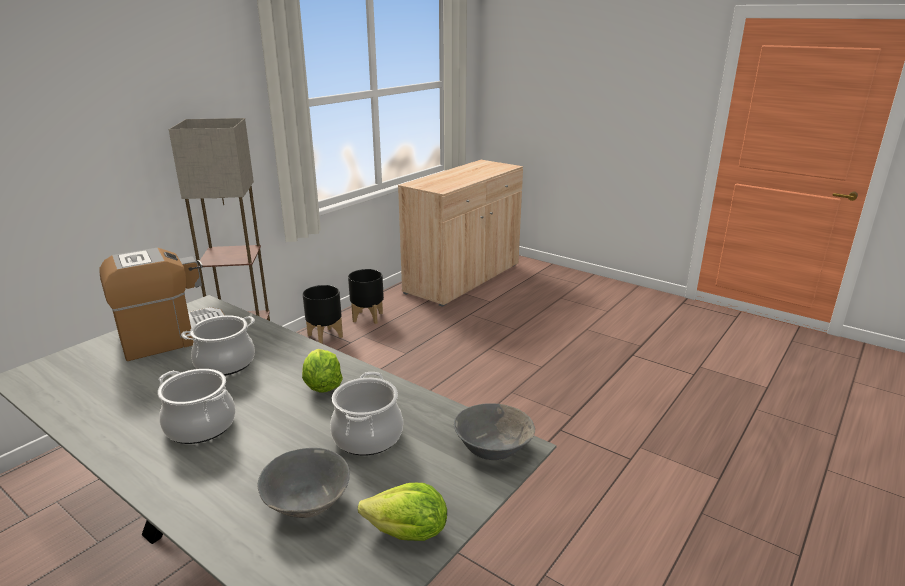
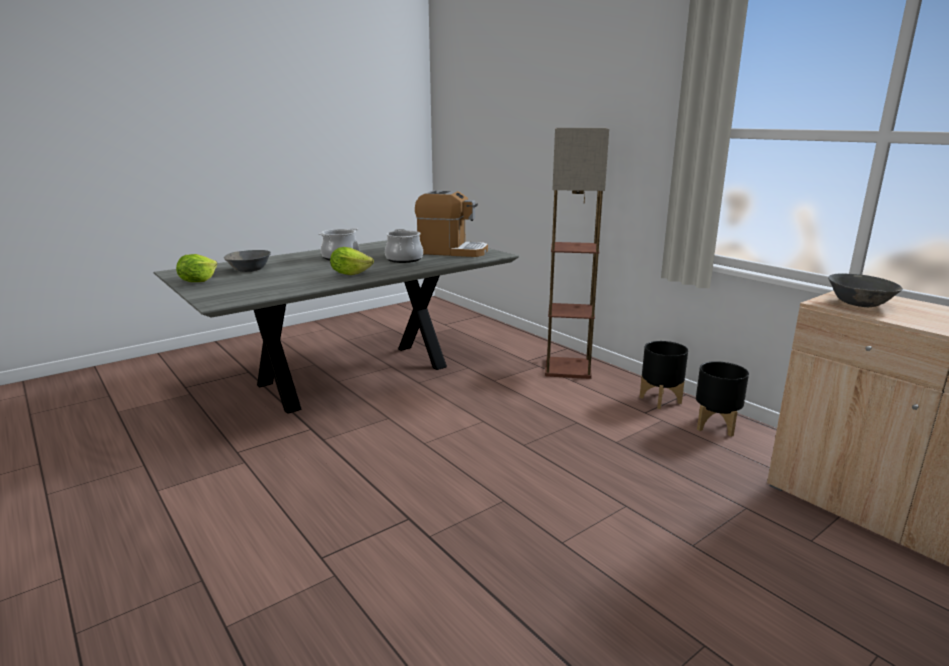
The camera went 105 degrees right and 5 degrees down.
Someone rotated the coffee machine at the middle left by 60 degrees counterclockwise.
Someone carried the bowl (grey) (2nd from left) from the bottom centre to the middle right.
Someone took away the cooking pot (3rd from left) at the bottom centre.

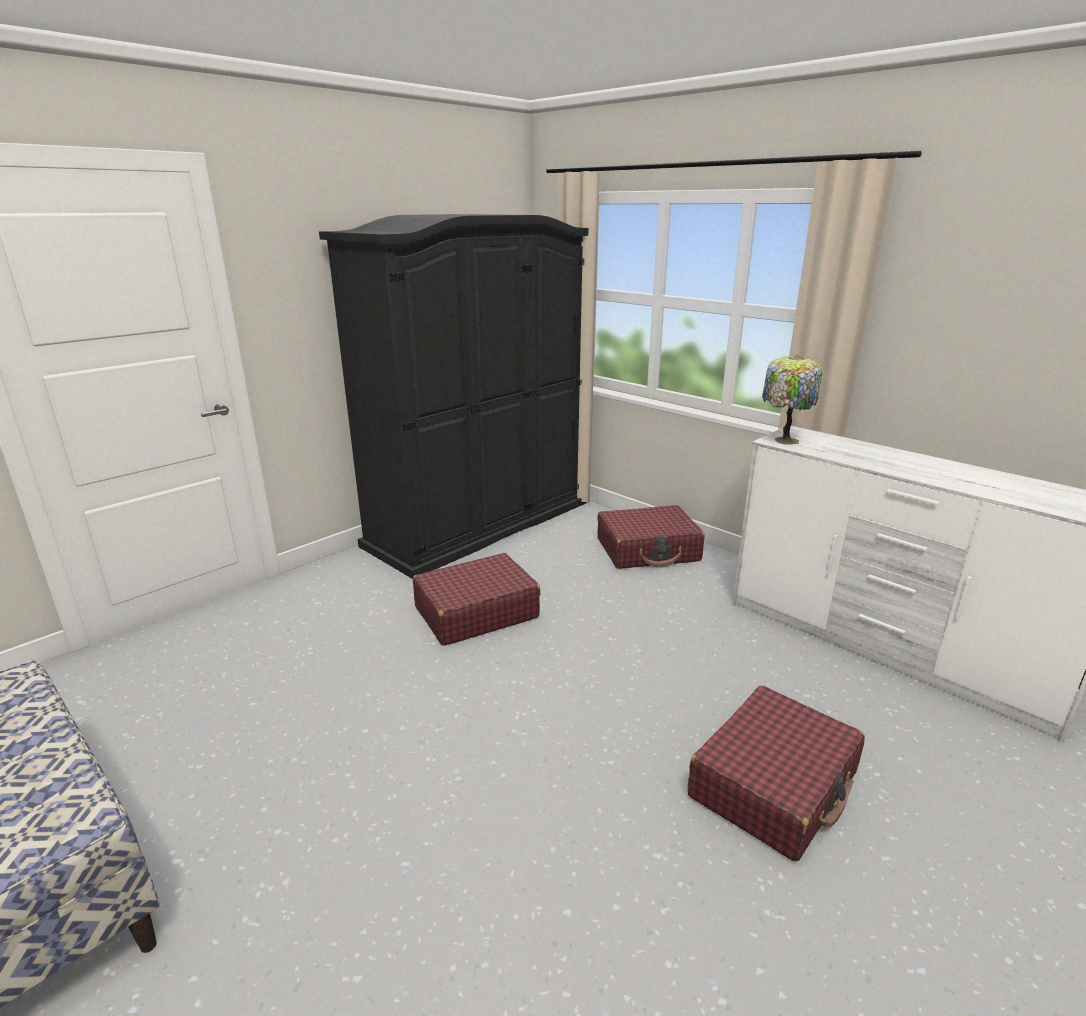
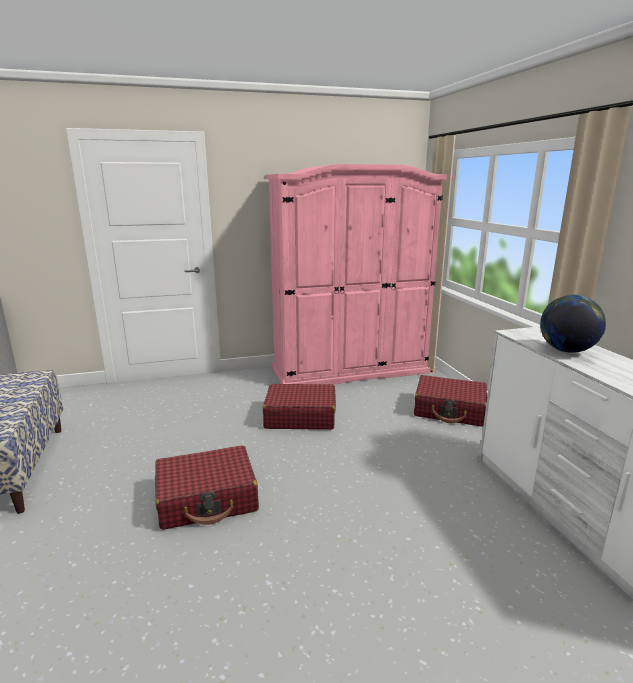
The camera went 30 degrees right and 5 degrees down.
Someone carried the suitcase (red) (3rd from left in the first image) from the bottom right to the bottom left.
Someone repainted the wardrobe (black) at the centre, which became the wardrobe (pink) at the centre.
Someone put down the globe at the middle right.
Someone took away the table lamp at the middle right.

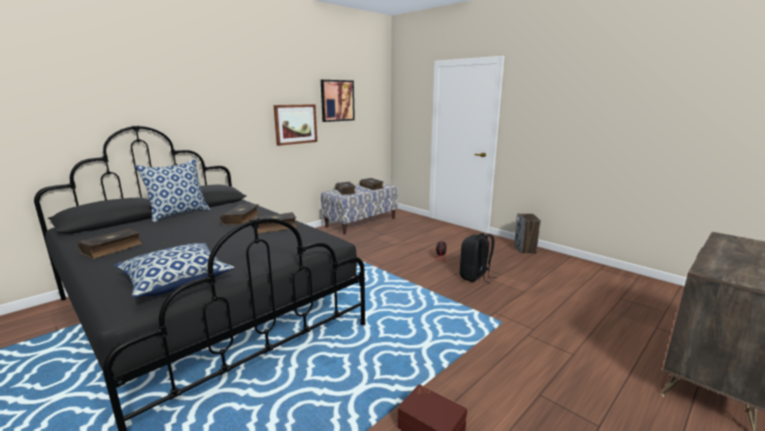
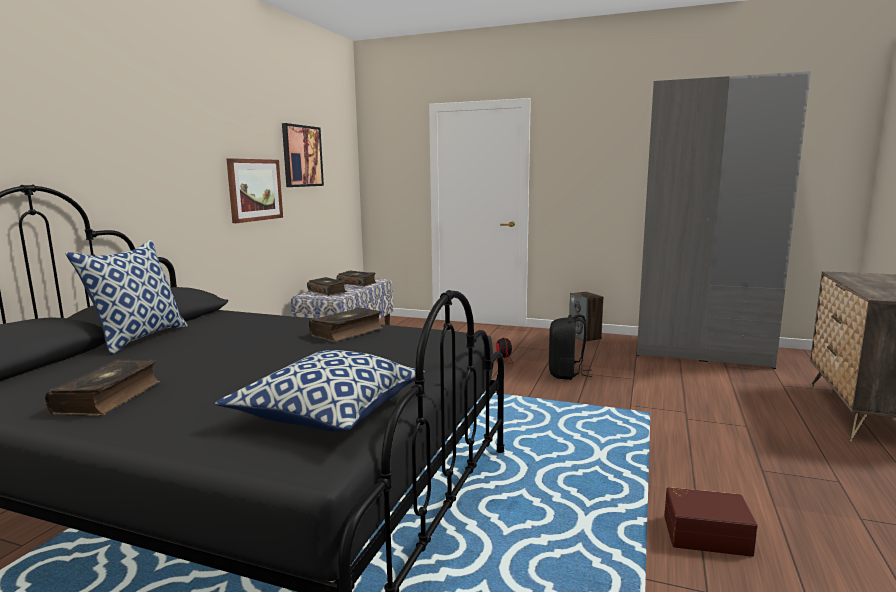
The camera went 25 degrees left and 5 degrees down.
Someone put down the wardrobe (grey) at the middle right.
Someone took away the book (2nd from left) at the middle left.

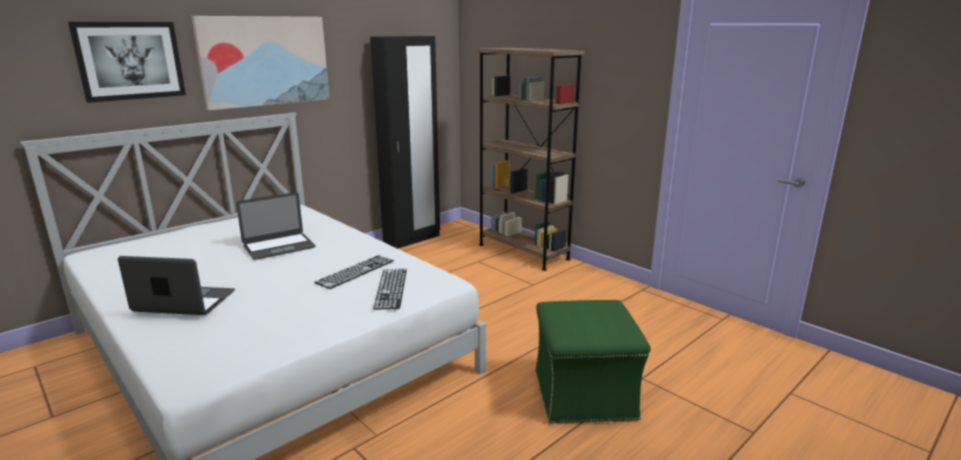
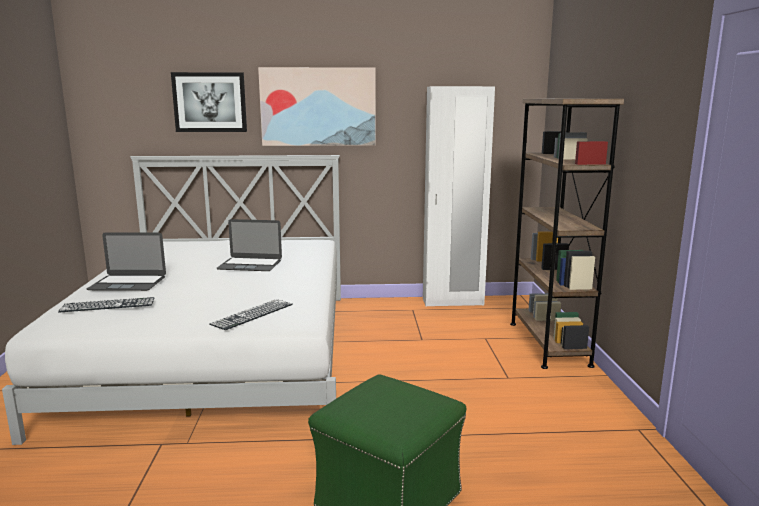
The camera went 40 degrees right and 5 degrees down.
Someone carried the keyboard (1st from left) from the centre to the middle left.
Someone rotated the laptop (1st from left) at the middle left by 135 degrees clockwise.
Someone repainted the wardrobe (black) at the top centre, which became the wardrobe (white) at the centre.

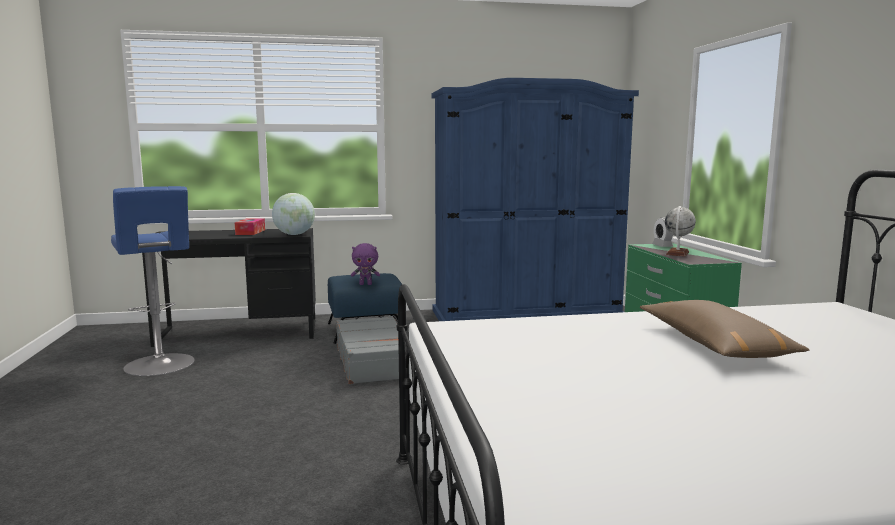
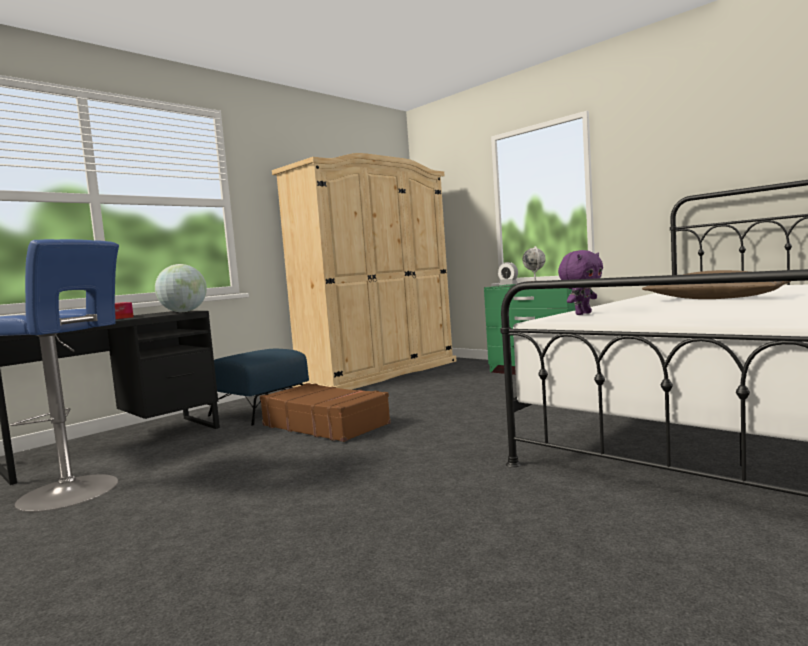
The camera went 35 degrees left and 5 degrees down.
Someone repainted the suitcase (grey) at the bottom centre, which became the suitcase (brown) at the centre.
Someone repainted the wardrobe (blue) at the centre, which became the wardrobe (beige) at the centre.
Someone carried the plush toy (purple) from the centre to the middle right.

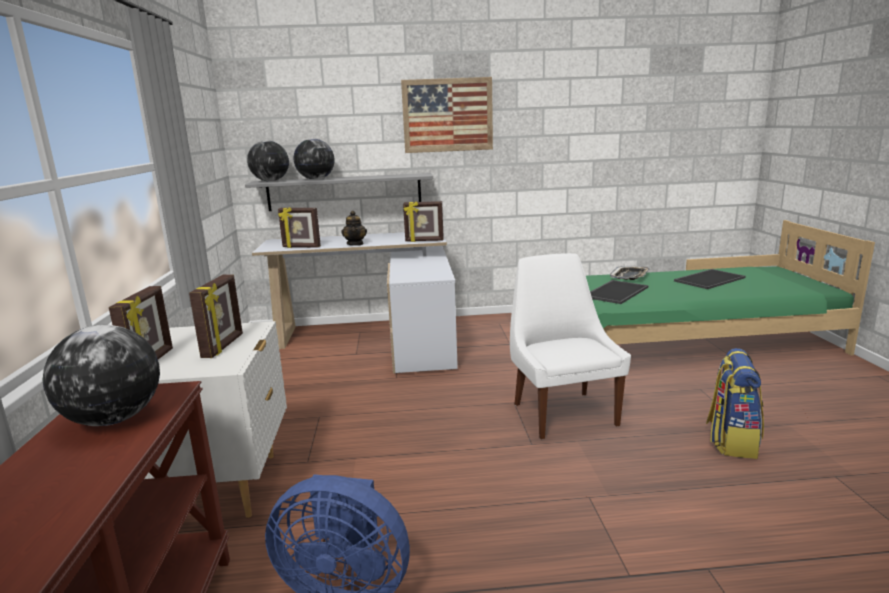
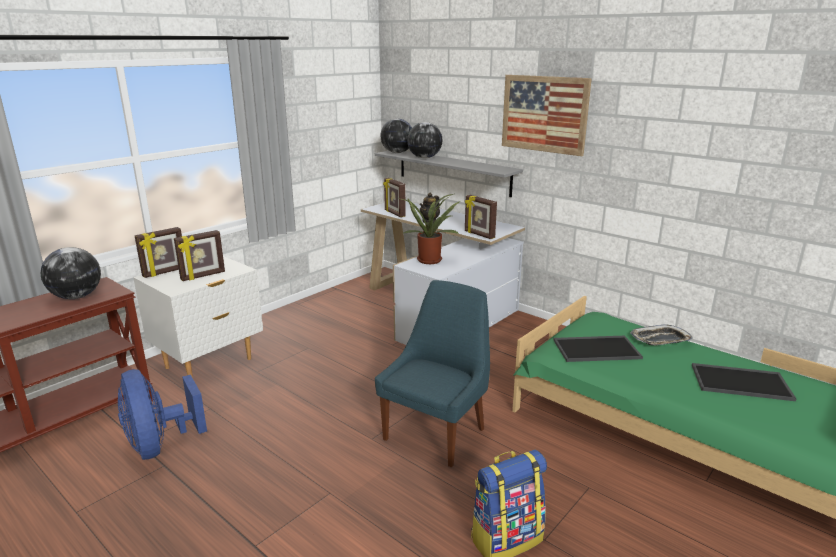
The camera went 45 degrees right and 5 degrees up.
Someone repainted the chair (white) at the centre, which became the chair (blue) at the bottom centre.
Someone put down the potted plant at the centre.

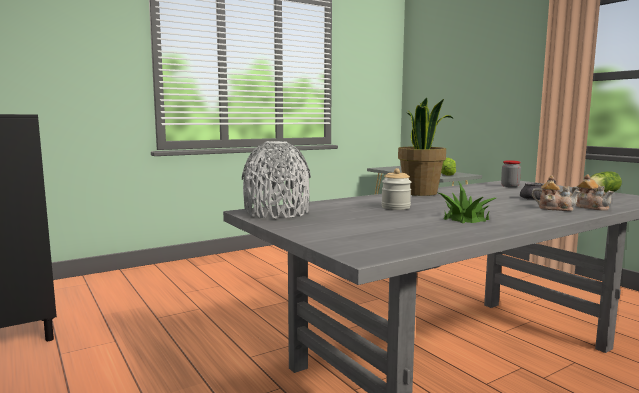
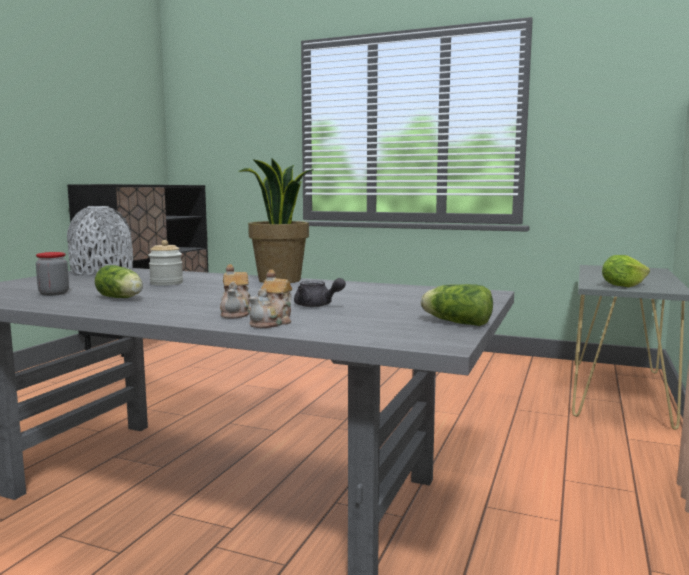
The camera went 55 degrees right and 0 degrees up.
Someone carried the jar (2nd from left in the first image) from the middle right to the middle left.
Someone swapped the potted plant (2nd from left) at the middle right for the lettuce (1st from left) at the middle left.

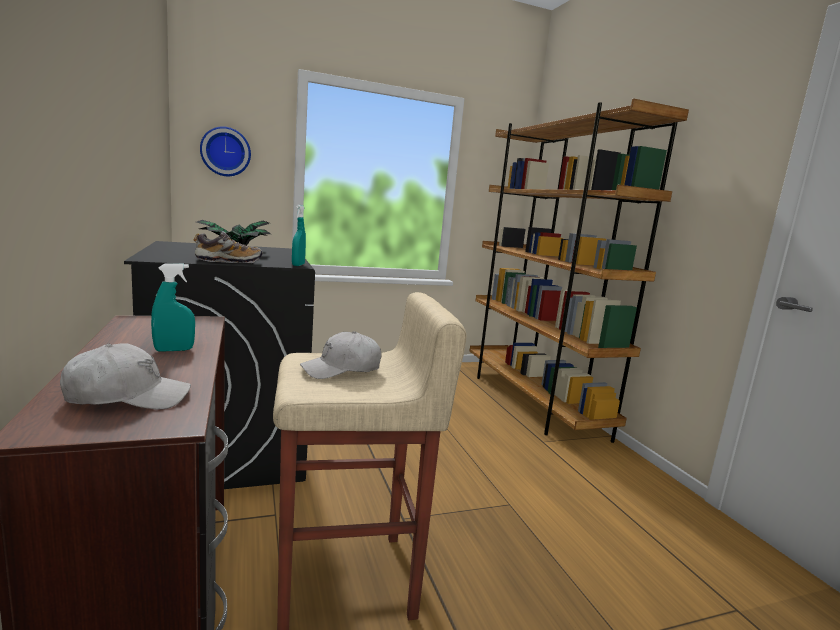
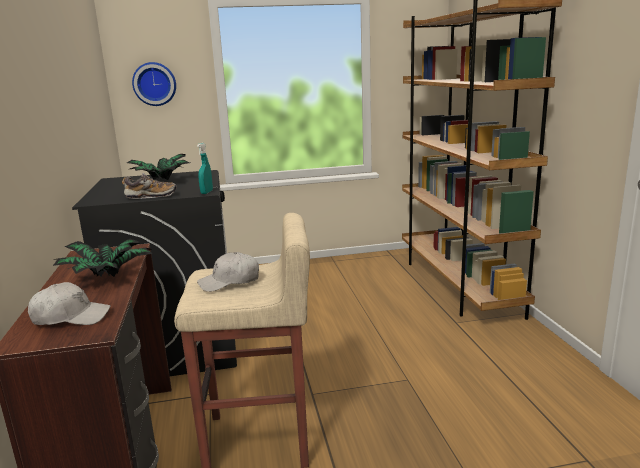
The camera went 10 degrees right and 5 degrees up.
Someone swapped the spray bottle (turquoise) (1st from left) at the middle left for the potted plant (1st from left) at the middle left.

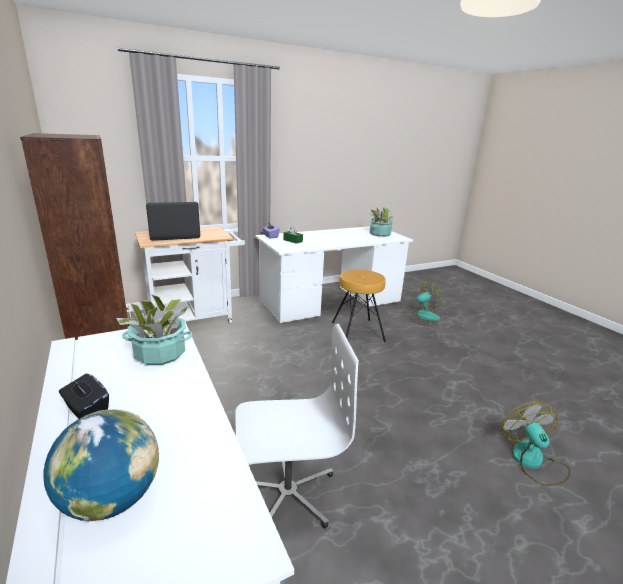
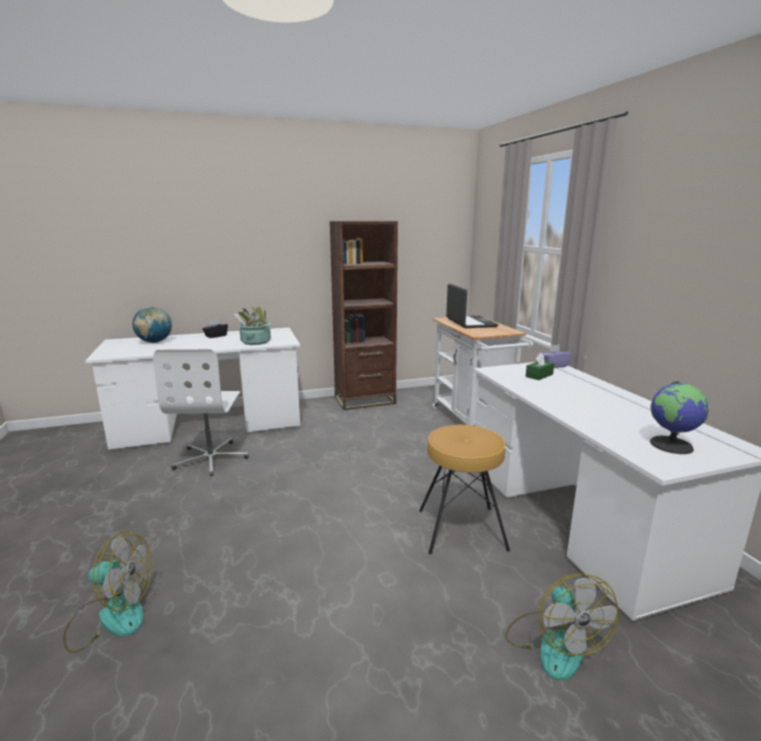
The camera went 100 degrees right and 5 degrees down.
Someone swapped the potted plant (2nd from left) at the centre for the globe (2nd from left) at the middle right.

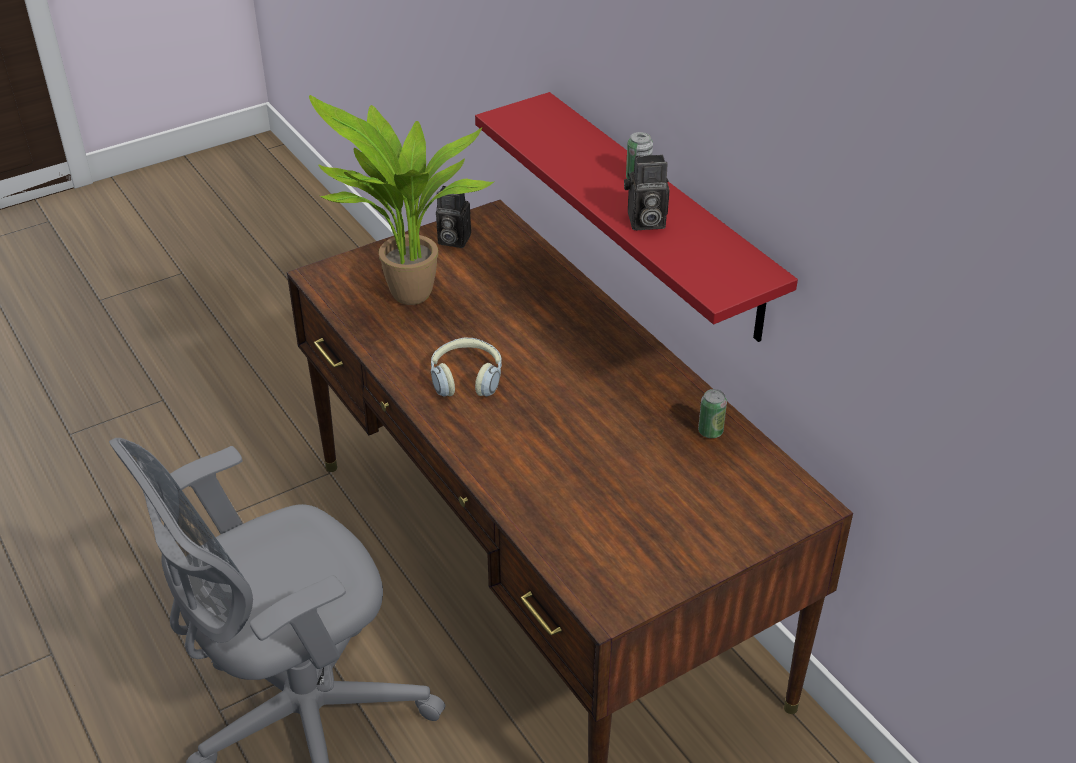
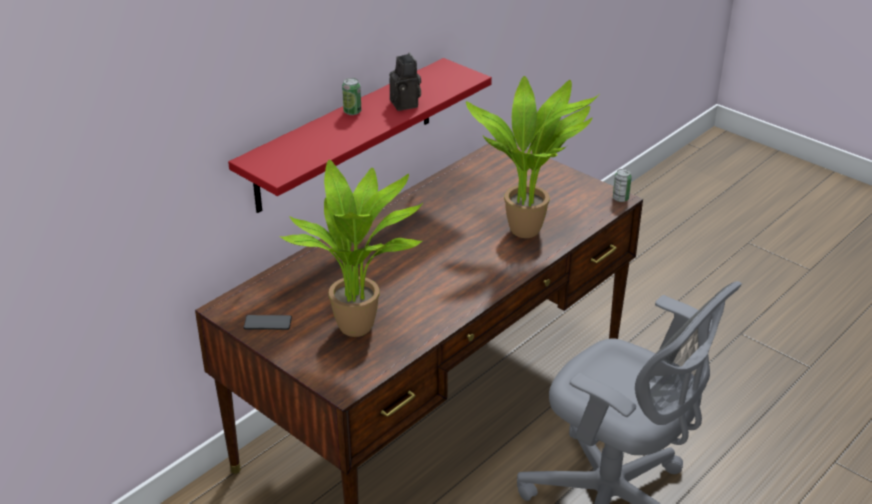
The camera went 105 degrees left and 5 degrees down.
Someone swapped the photo camera (1st from left) at the top centre for the phone at the middle left.
Someone put down the potted plant (2nd from left) at the top centre.
Someone carried the can (2nd from left) from the centre to the middle right.
Someone took away the headphones at the centre.

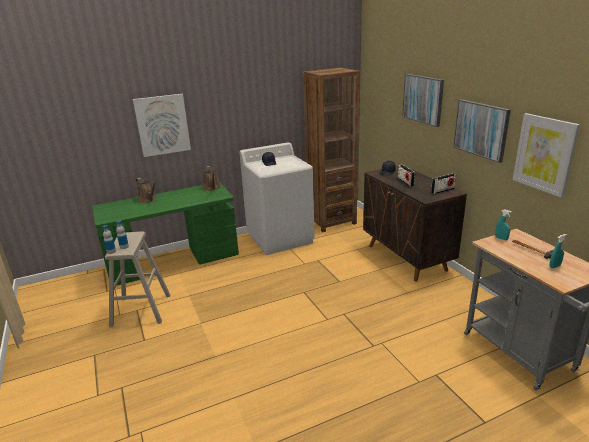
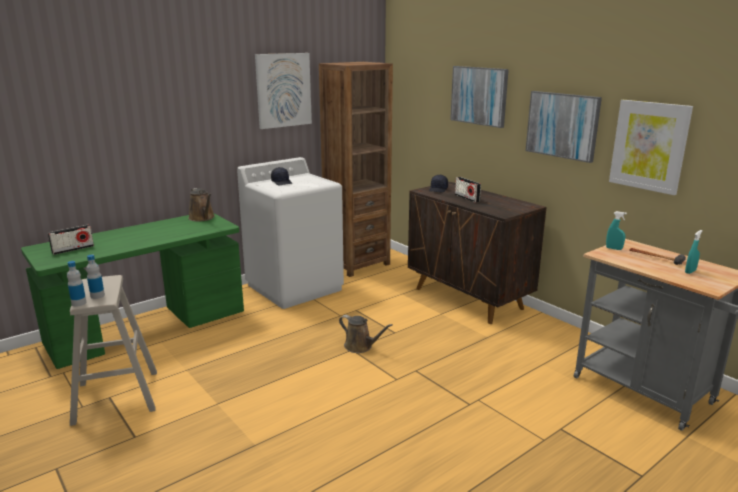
The camera went 15 degrees left and 5 degrees down.
Someone carried the radio (2nd from left in the first image) from the middle right to the middle left.
Someone carried the picture (1st from left) from the top left to the top centre.
Someone carried the watering can (brown) (1st from left in the first image) from the middle left to the bottom centre.

